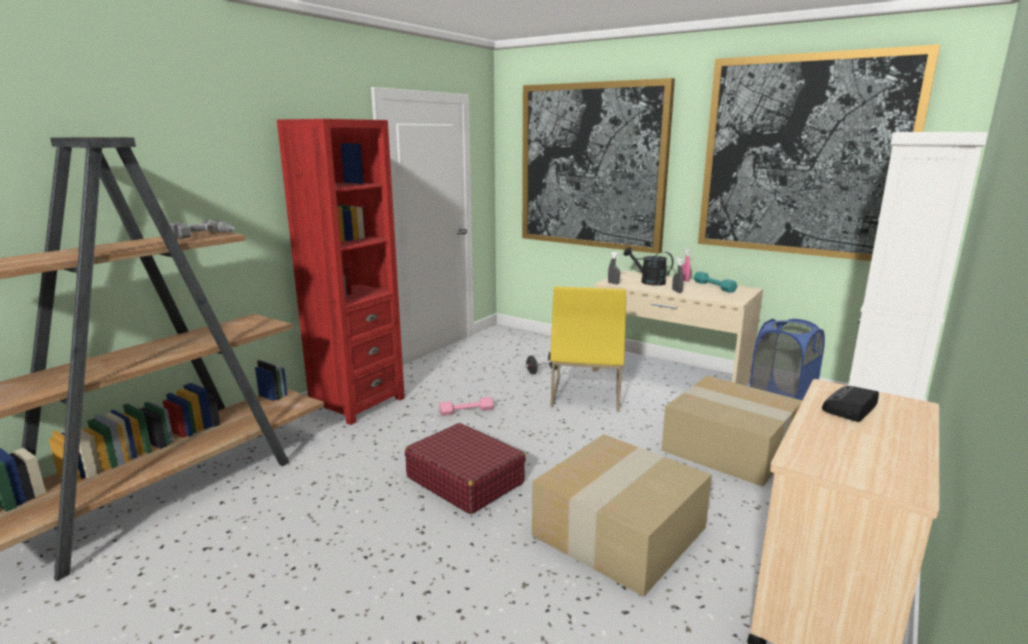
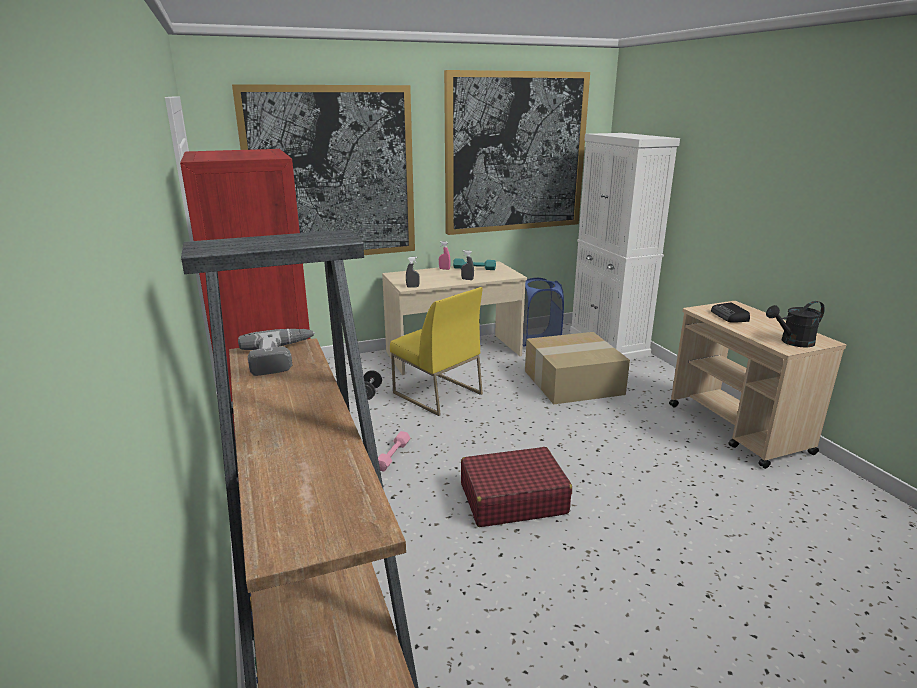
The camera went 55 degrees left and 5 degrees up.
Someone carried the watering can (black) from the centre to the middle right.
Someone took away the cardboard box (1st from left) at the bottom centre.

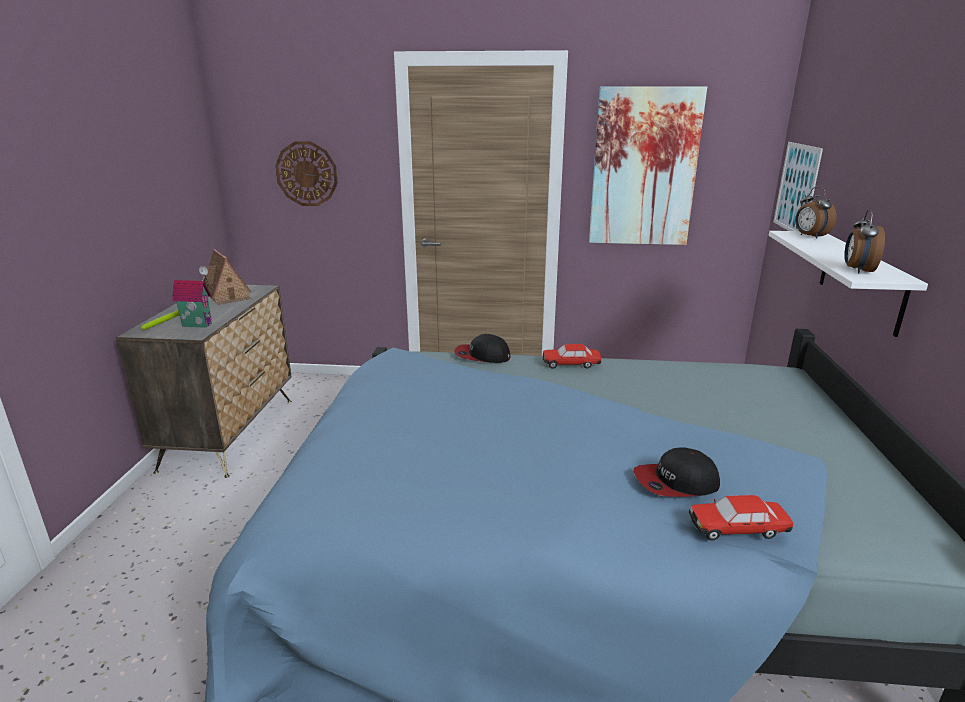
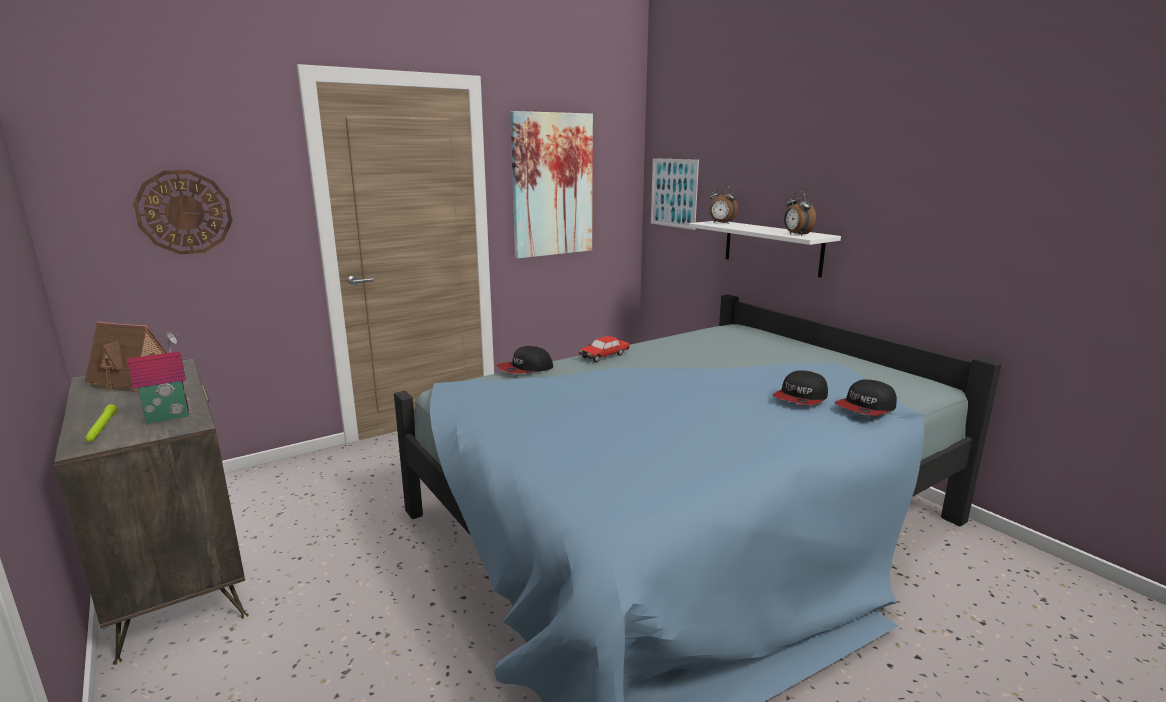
The camera went 40 degrees left and 5 degrees down.
Someone swapped the toy car (2nd from left) at the bottom right for the cap (3rd from left) at the middle right.

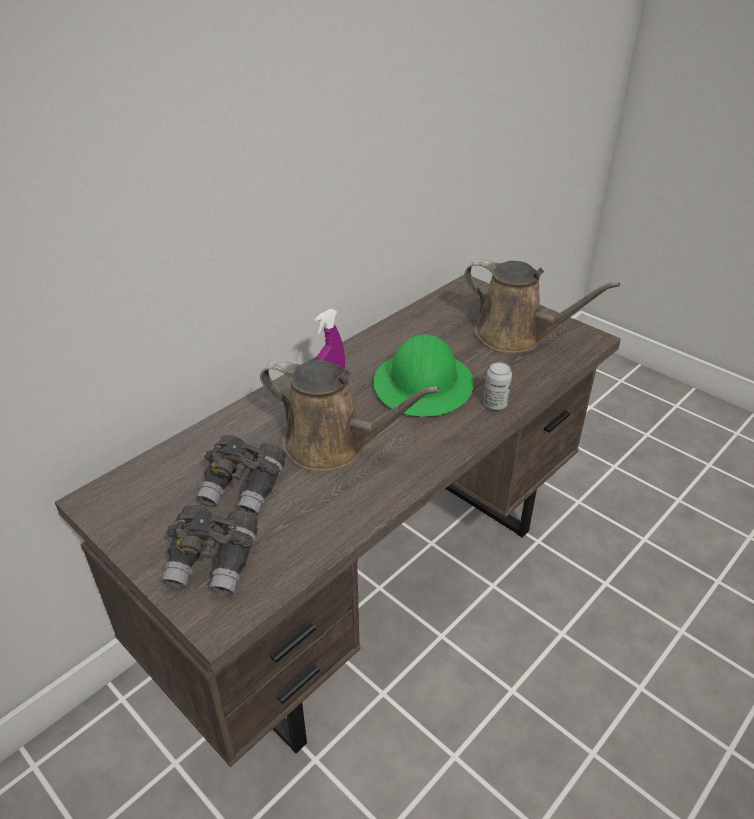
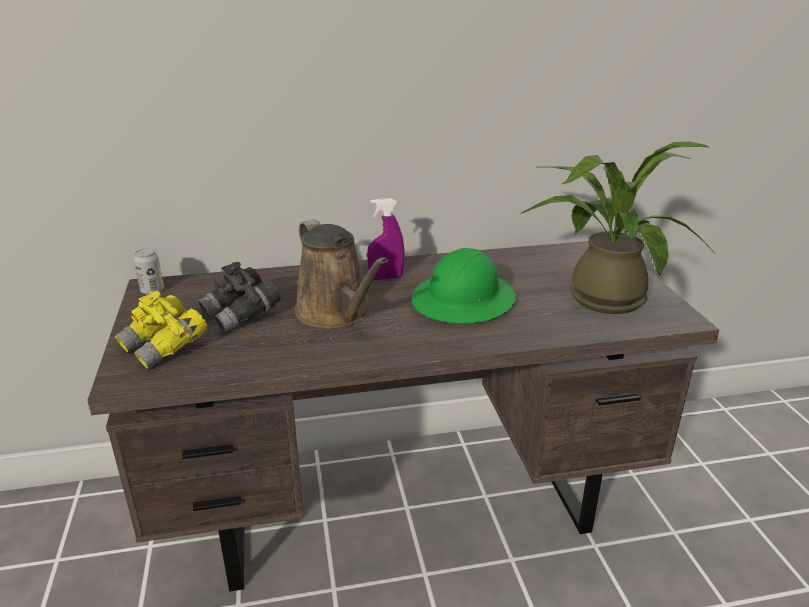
The camera went 35 degrees right and 10 degrees down.
Someone repainted the binoculars (grey) (1st from left) at the bottom left, which became the binoculars (yellow) at the middle left.
Someone carried the can from the centre to the middle left.
Someone swapped the watering can (brown) (2nd from left) at the middle right for the potted plant at the middle right.

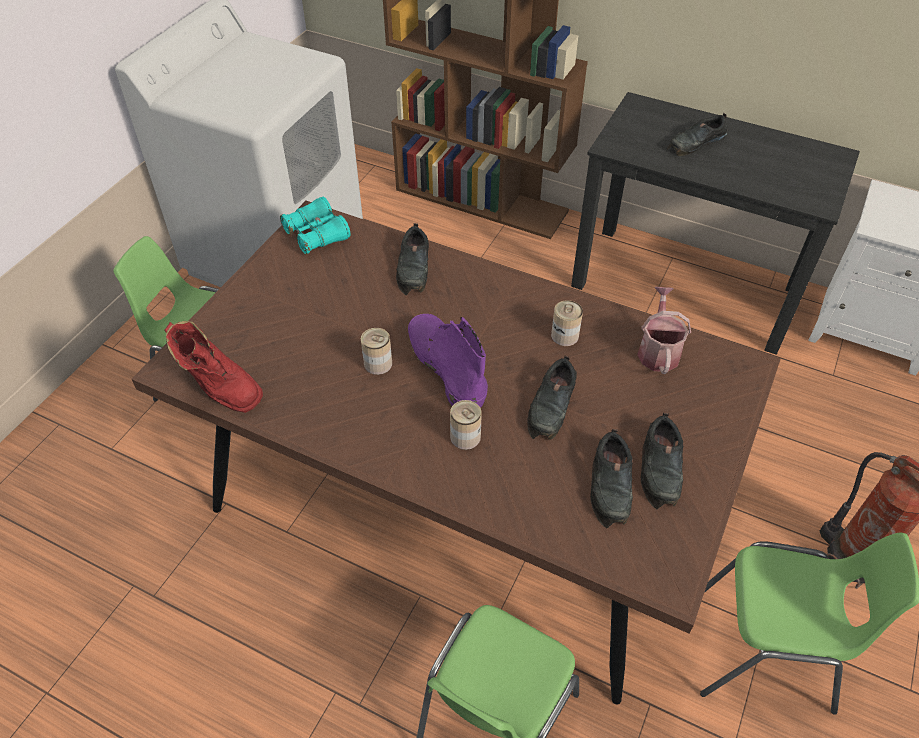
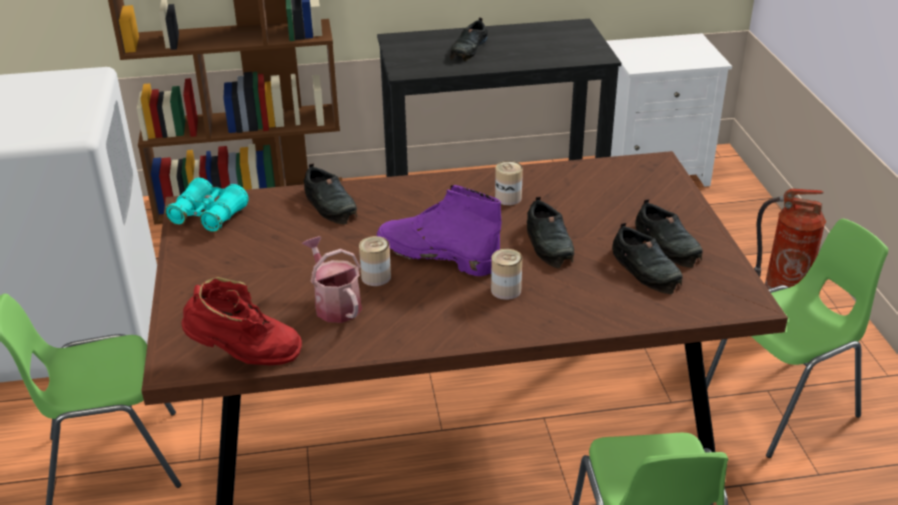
The camera went 35 degrees left and 15 degrees down.
Someone carried the watering can from the middle right to the centre.

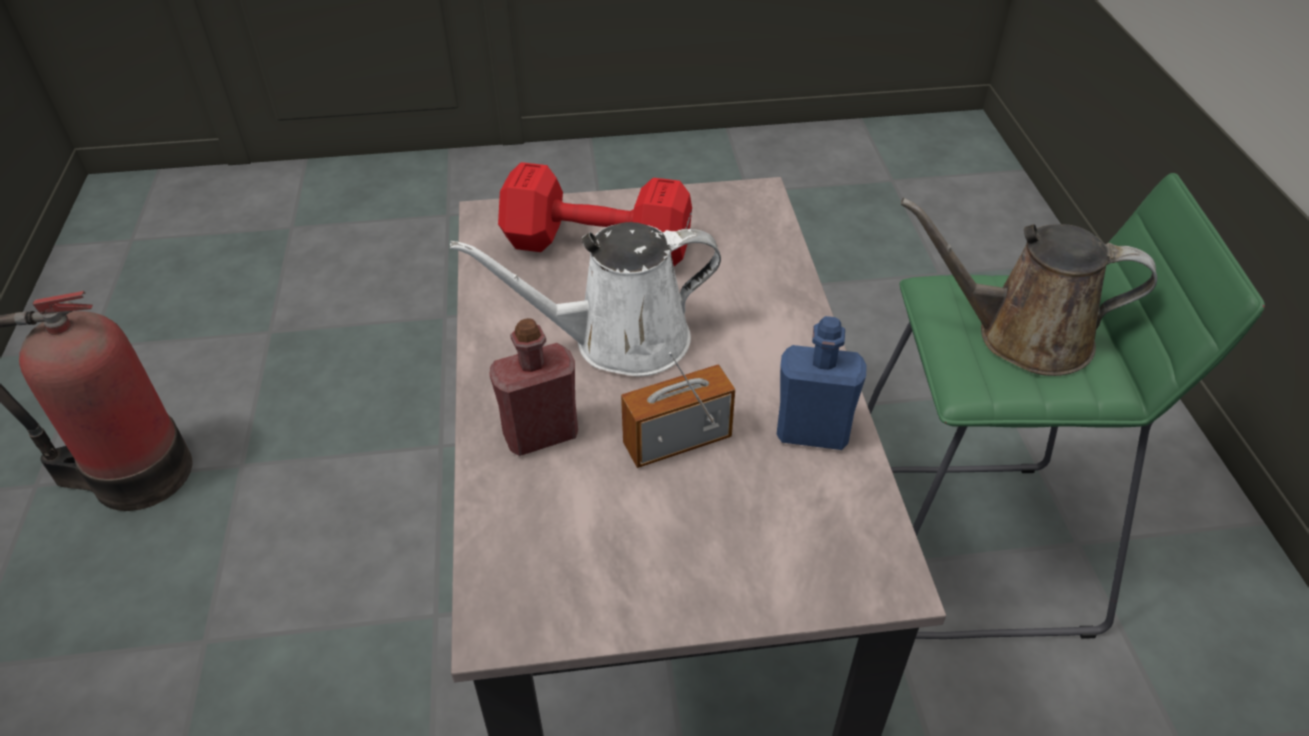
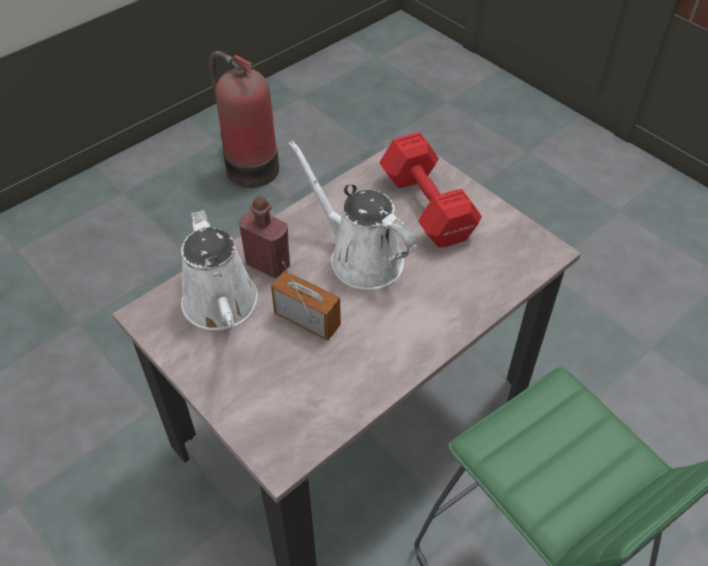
The camera went 55 degrees right and 5 degrees up.
Someone put down the watering can (white) (1st from left) at the middle left.
Someone took away the bottle (blue) at the centre.
Someone took away the watering can (brown) at the middle right.

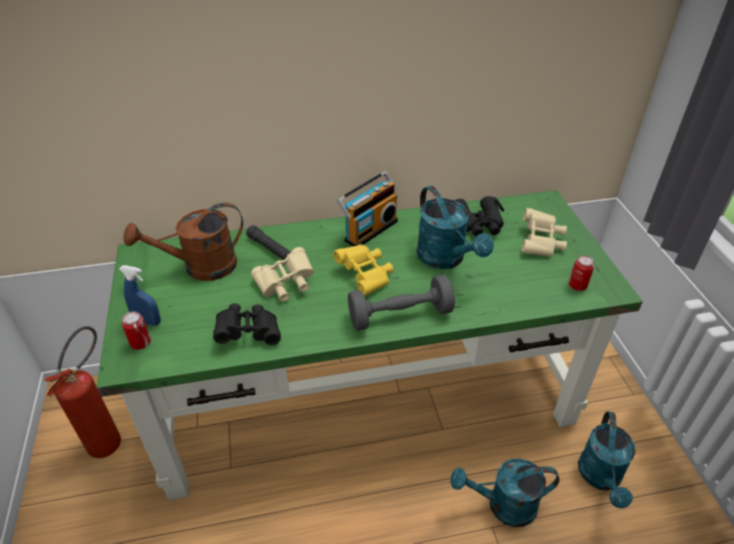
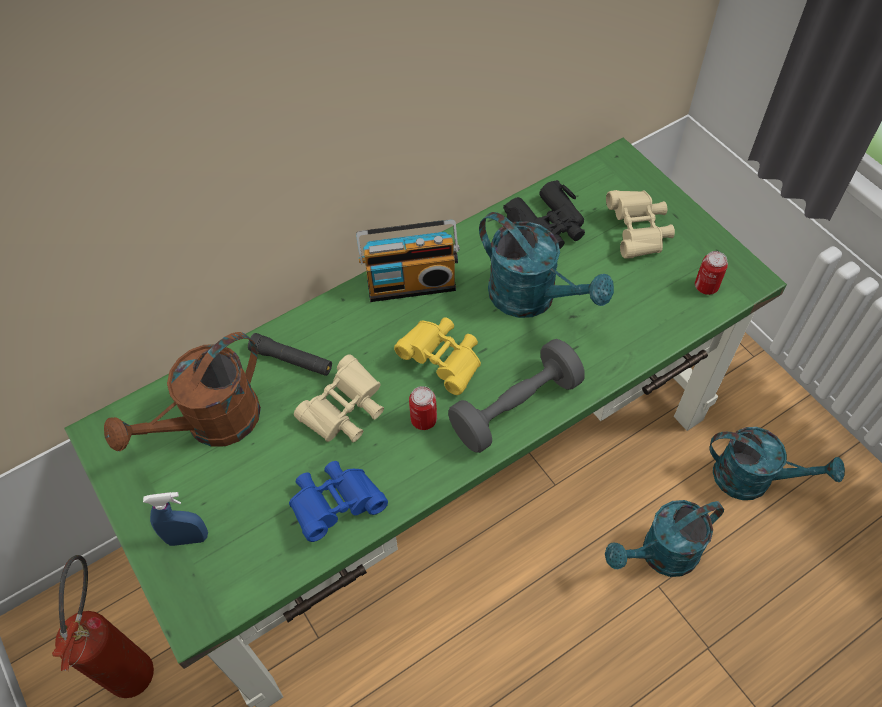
The camera went 20 degrees left and 15 degrees up.
Someone repainted the binoculars (black) (1st from left) at the centre, which became the binoculars (blue) at the bottom centre.
Someone rotated the radio at the centre by 60 degrees clockwise.
Someone carried the can (1st from left) from the middle left to the centre.
Someone rotated the watering can (turquoise) (3rd from left) at the bottom right by 60 degrees counterclockwise.

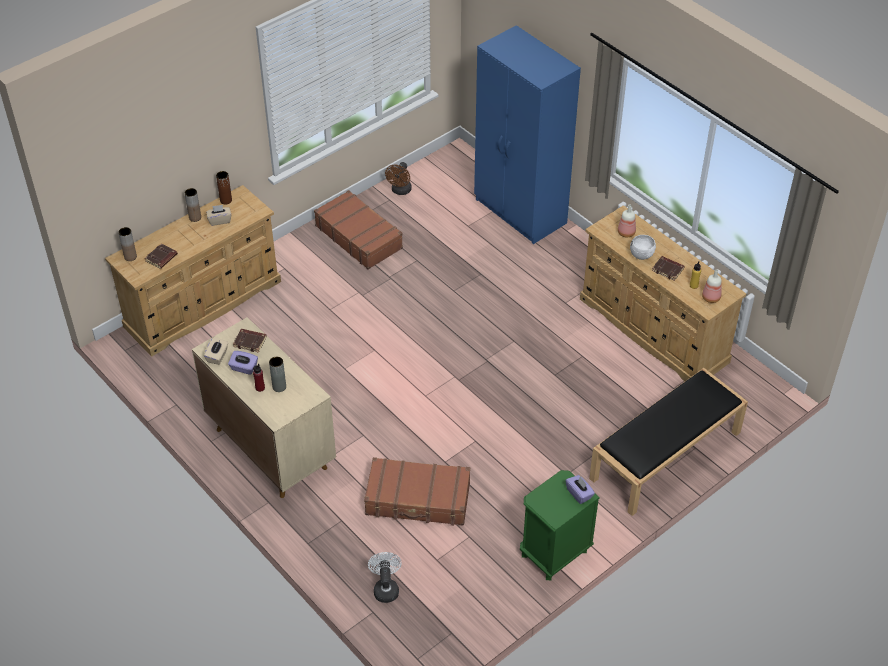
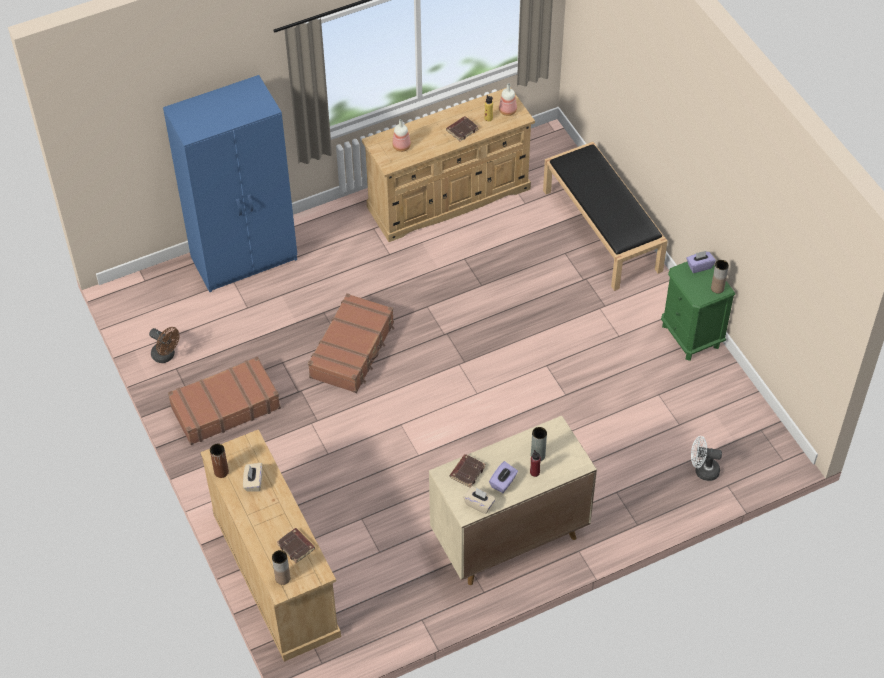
The camera went 75 degrees left and 5 degrees up.
Someone carried the suitcase (brown) (2nd from left) from the bottom centre to the centre.
Someone carried the vase (brown) (2nd from left in the first image) from the top left to the middle right.
Someone took away the bowl (white) at the middle right.

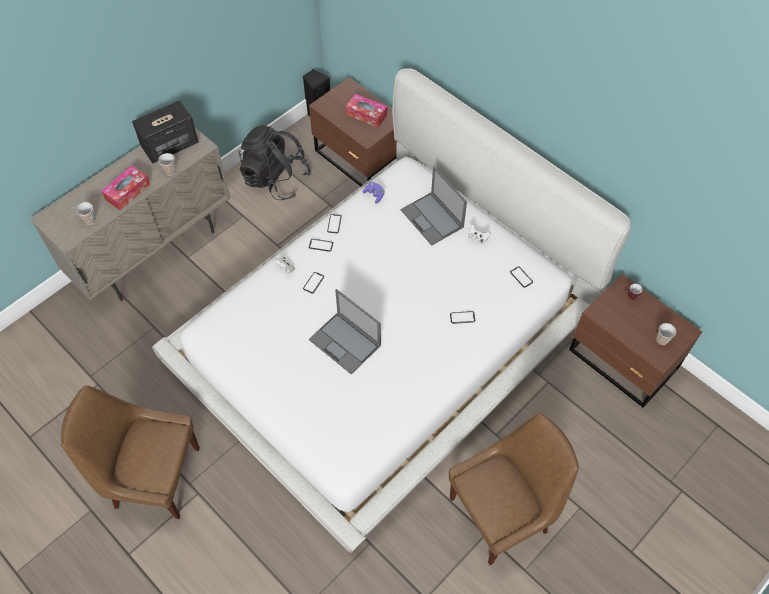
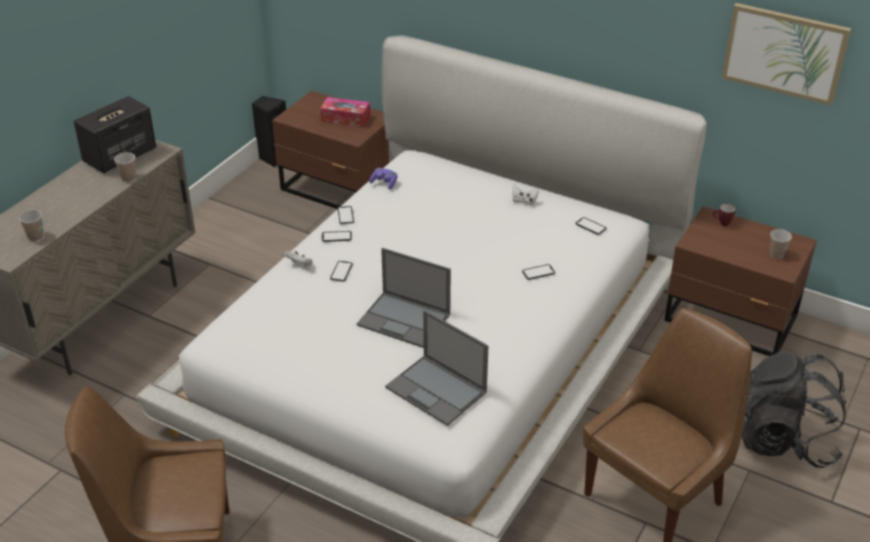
The camera went 15 degrees left and 20 degrees down.
Someone carried the laptop (2nd from left) from the centre to the bottom centre.
Someone put up the picture at the top right.
Someone carried the backpack (black) from the top centre to the bottom right.
Someone took away the tissue box (1st from left) at the top left.

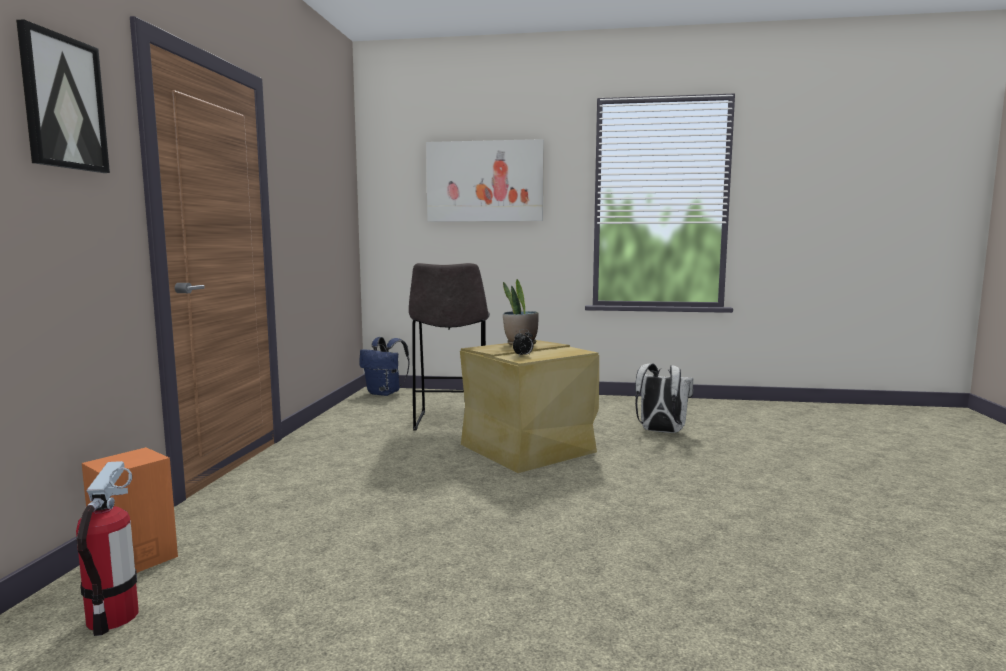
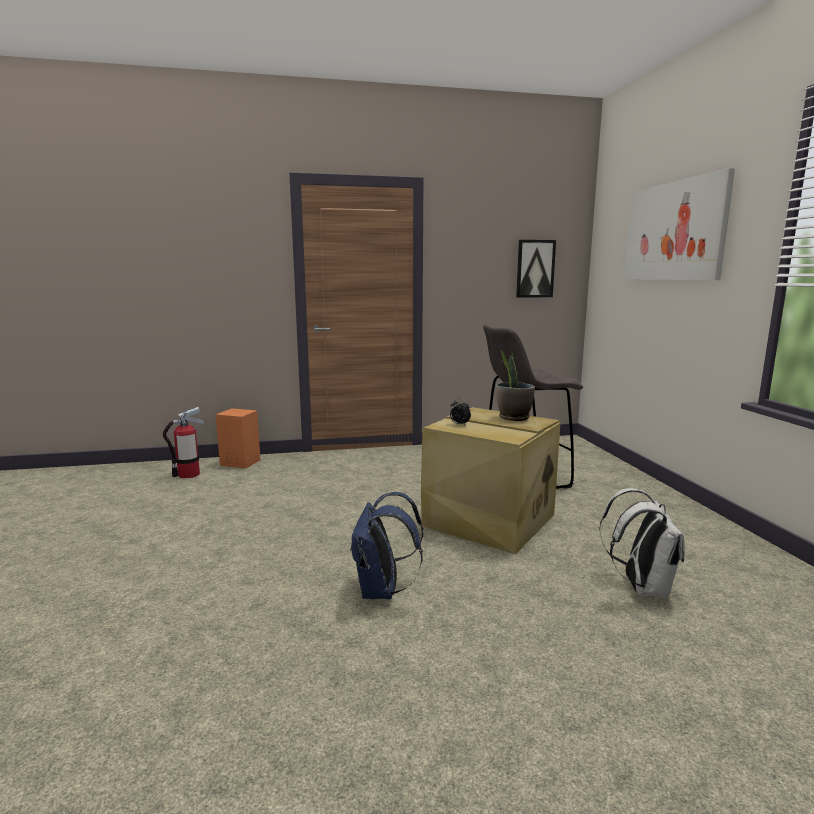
The camera went 70 degrees right and 5 degrees up.
Someone carried the backpack (blue) from the centre to the bottom centre.
Someone carried the picture (1st from left) from the top left to the top centre.

